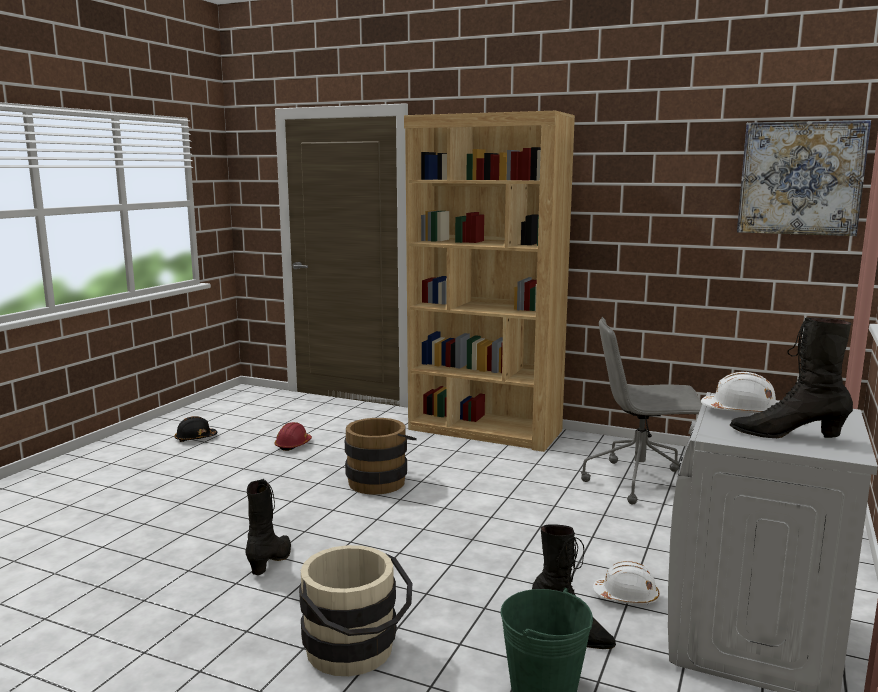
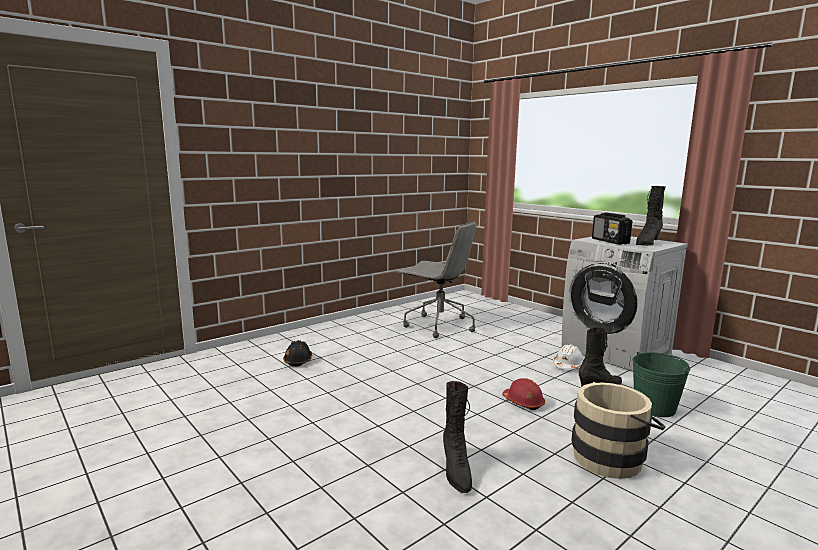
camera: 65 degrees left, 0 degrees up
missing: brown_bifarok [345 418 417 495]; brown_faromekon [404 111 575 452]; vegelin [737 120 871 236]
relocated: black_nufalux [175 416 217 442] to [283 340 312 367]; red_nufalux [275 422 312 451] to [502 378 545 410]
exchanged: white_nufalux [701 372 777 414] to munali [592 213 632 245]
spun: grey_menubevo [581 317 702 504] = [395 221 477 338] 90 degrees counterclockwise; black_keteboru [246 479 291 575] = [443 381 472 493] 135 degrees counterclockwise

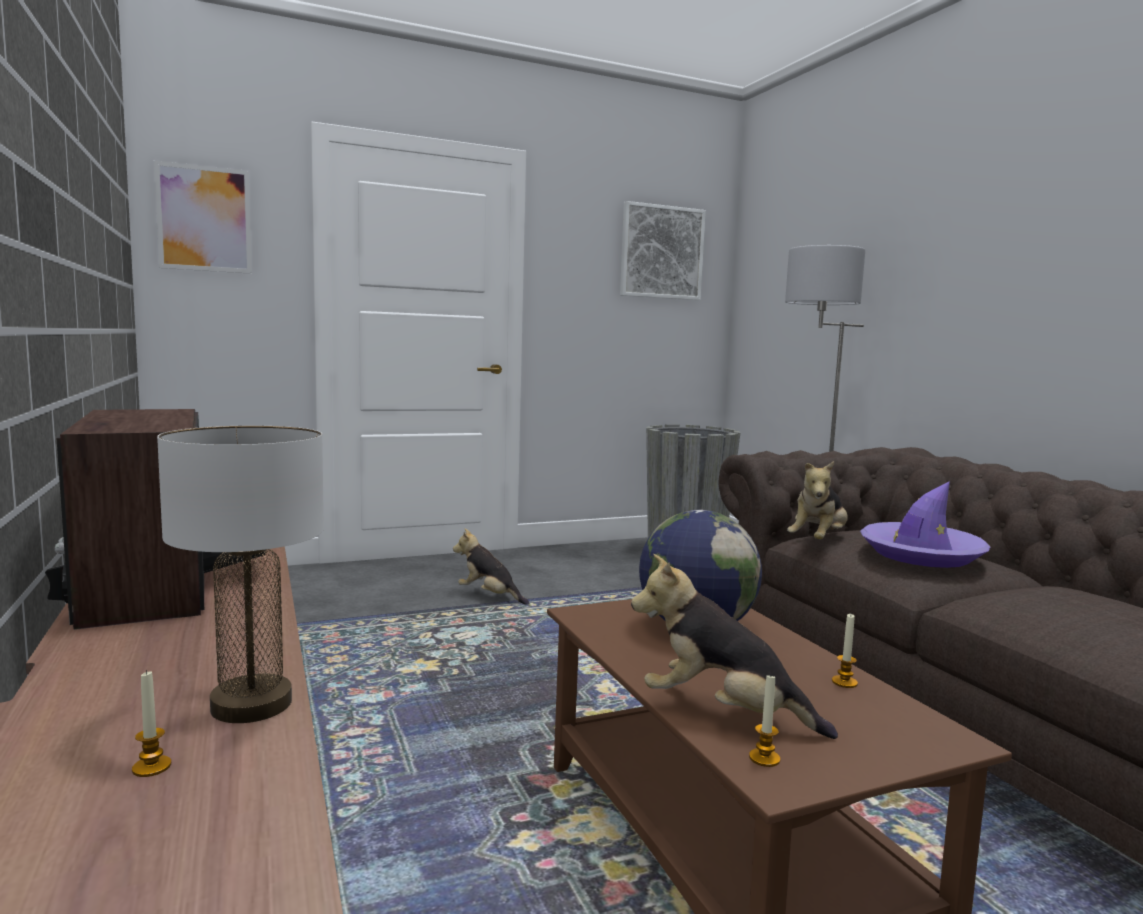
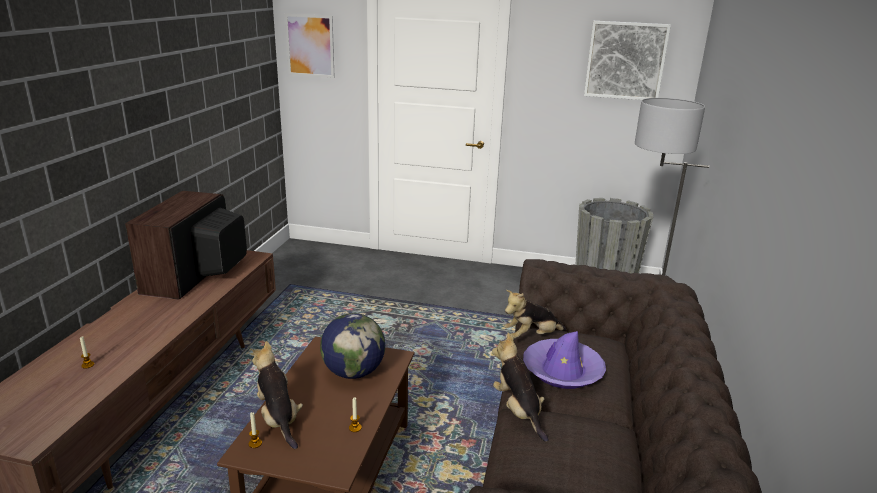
camera: 35 degrees right, 15 degrees up
missing: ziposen [157 426 324 723]
relocated: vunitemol [453 528 529 605] to [492 333 549 442]

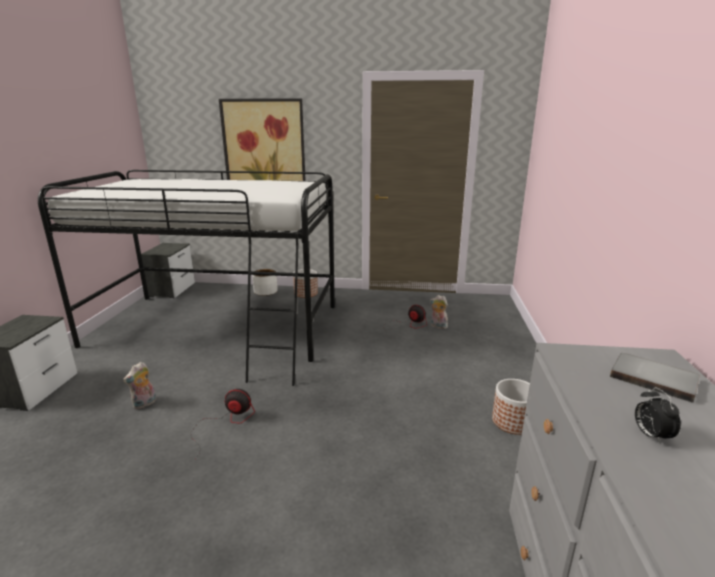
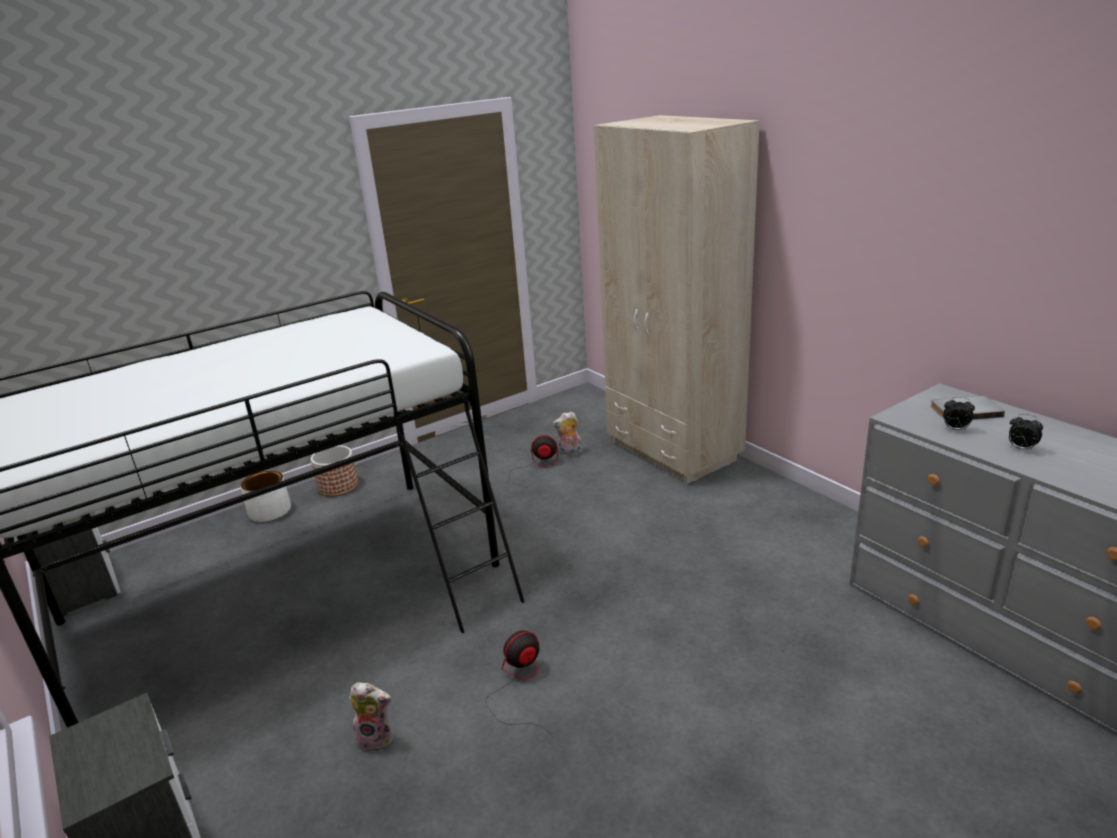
camera: 40 degrees left, 5 degrees up
missing: vegelin [219 98 306 181]; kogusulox [492 379 530 435]
appeared: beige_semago [594 115 760 484]; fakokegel [943 397 975 432]
spun: vunitemol [123 362 156 409] = [349 682 393 752] 75 degrees counterclockwise

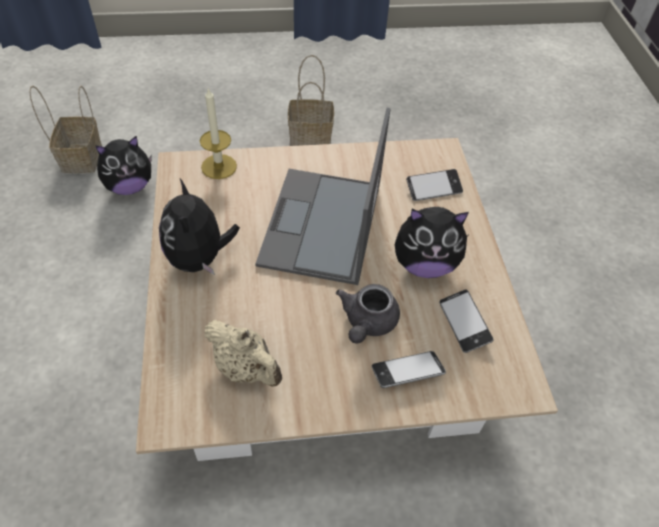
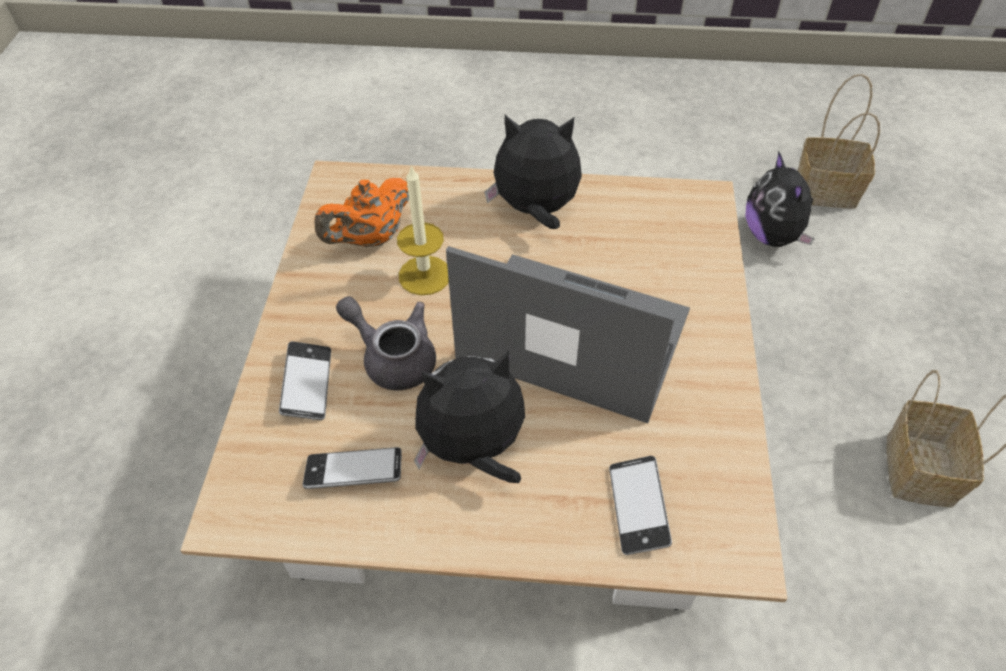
camera: 105 degrees right, 0 degrees up
relocated: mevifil [200 87 237 179] to [397 165 449 295]
colour: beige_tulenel [204 320 282 387] to orange_tulenel [315 177 409 247]
spun: vunitemol [395 207 469 278] = [414 350 525 483] 60 degrees clockwise

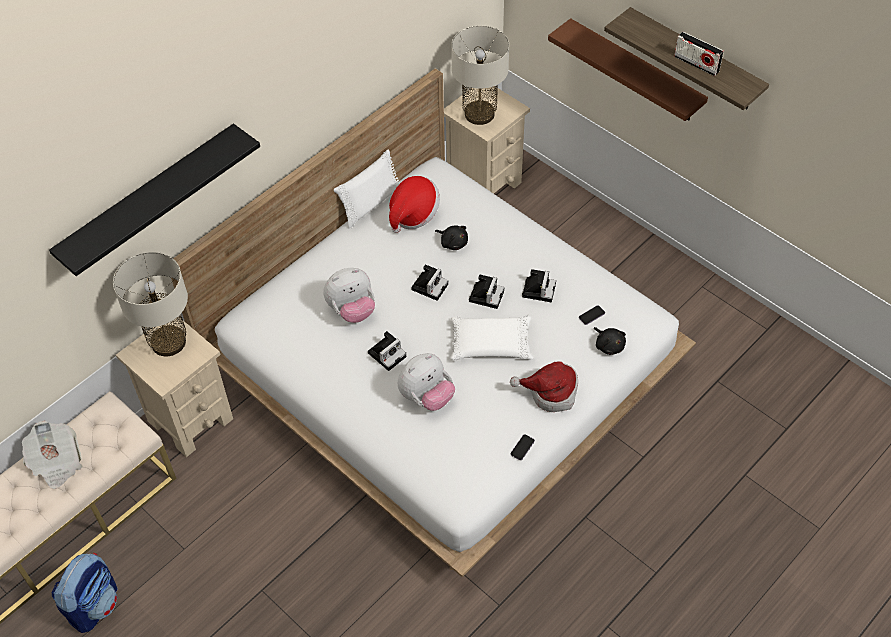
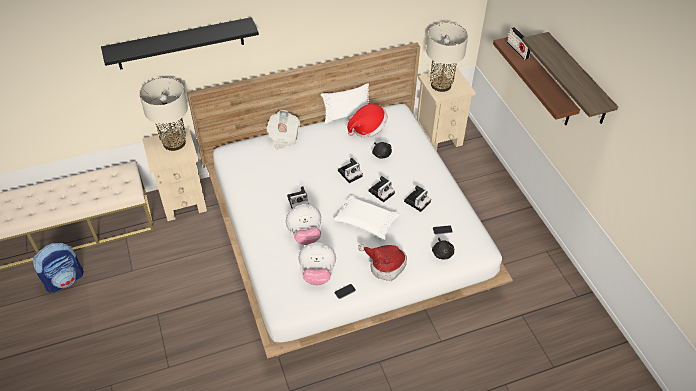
camera: 25 degrees right, 5 degrees down
relocated: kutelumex [22 420 82 489] to [266 110 300 149]; vunitemol [324 268 375 323] to [299 242 336 285]; munali [674 32 724 76] to [507 27 531 60]

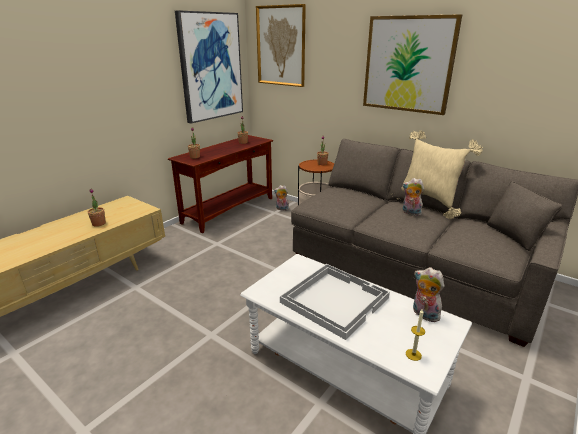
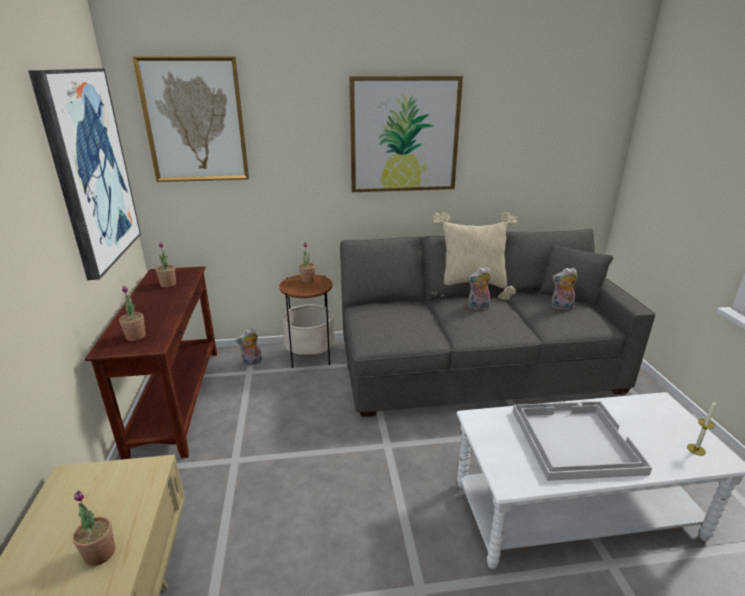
camera: 45 degrees left, 0 degrees up
relocated: vunitemol [413 267 444 322] to [551 268 578 310]

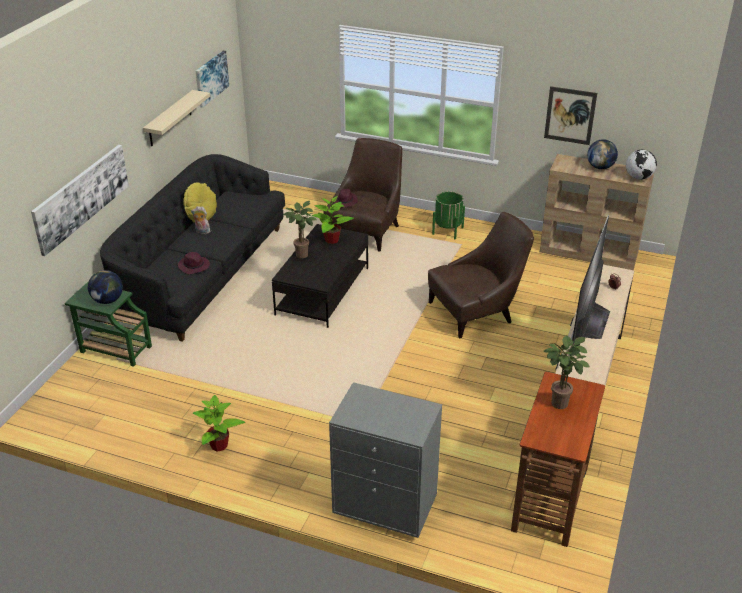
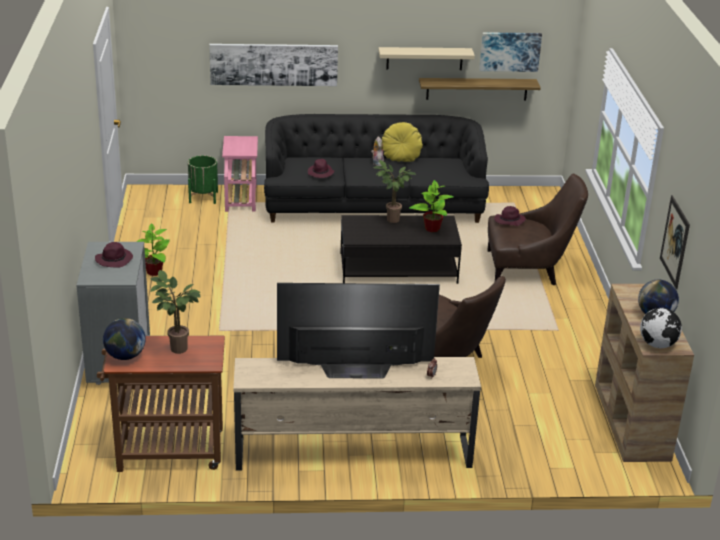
camera: 65 degrees right, 5 degrees down
appeared: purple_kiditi [95 242 133 268]; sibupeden [419 78 541 101]
relocated: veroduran [88 270 123 304] to [103 318 146 360]; green_kogusulox [432 191 465 239] to [188 155 218 204]
colour: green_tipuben [65 282 152 367] to pink_tipuben [222 136 258 212]

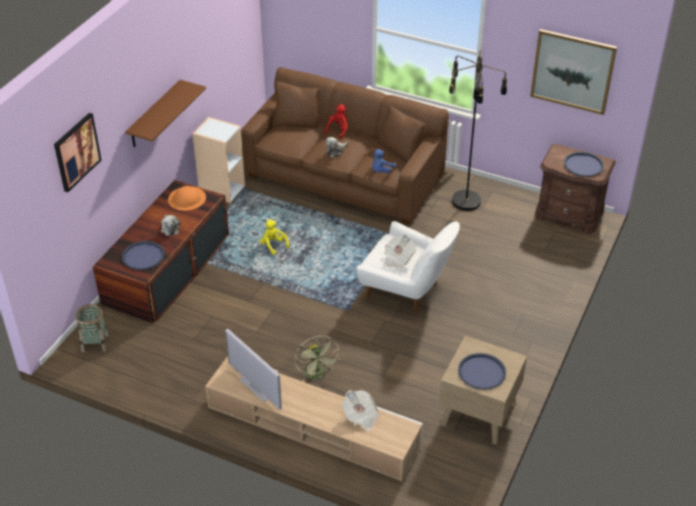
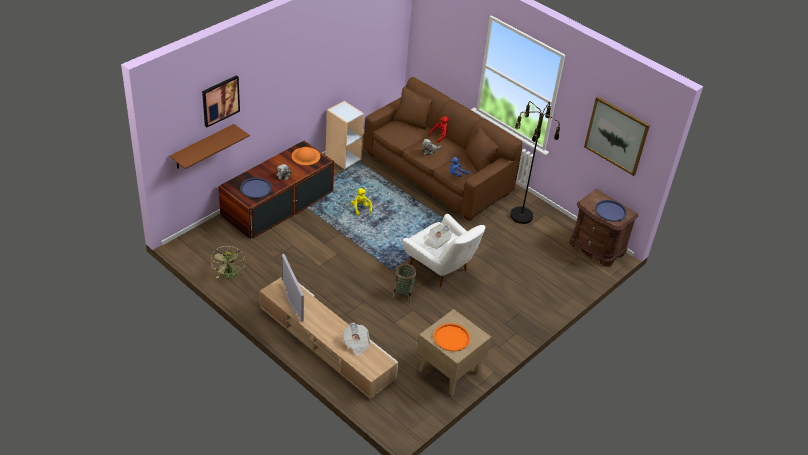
camera: 15 degrees right, 0 degrees up
relocated: brown_sibupeden [125 80 206 147] to [170 124 250 169]; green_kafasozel [295 336 340 382] to [211 246 245 279]; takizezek [75 304 109 352] to [393 264 416 302]
colour: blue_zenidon [458 353 506 390] to orange_zenidon [434 323 470 351]

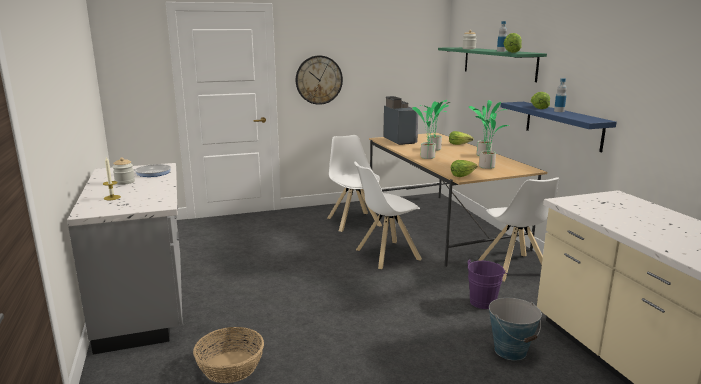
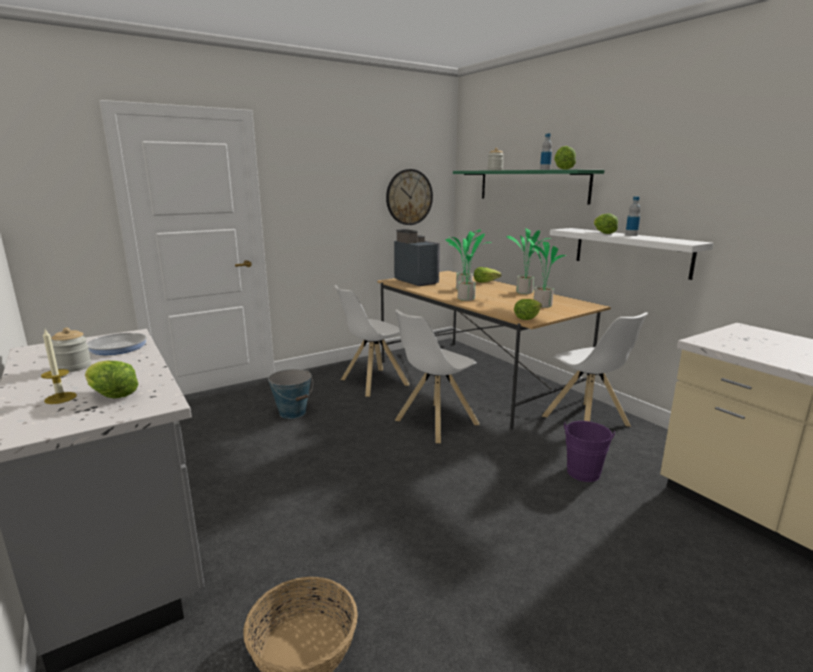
camera: 15 degrees left, 0 degrees up
appeared: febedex [85 361 138 399]
relocated: bifarok [489 298 542 361] to [268 369 313 419]; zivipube [296 55 343 105] to [386 169 433 225]
colour: blue_sibupeden [501 102 617 152] to white_sibupeden [550 228 714 280]
spun: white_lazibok [327 135 382 232] = [334 285 410 397] 90 degrees counterclockwise

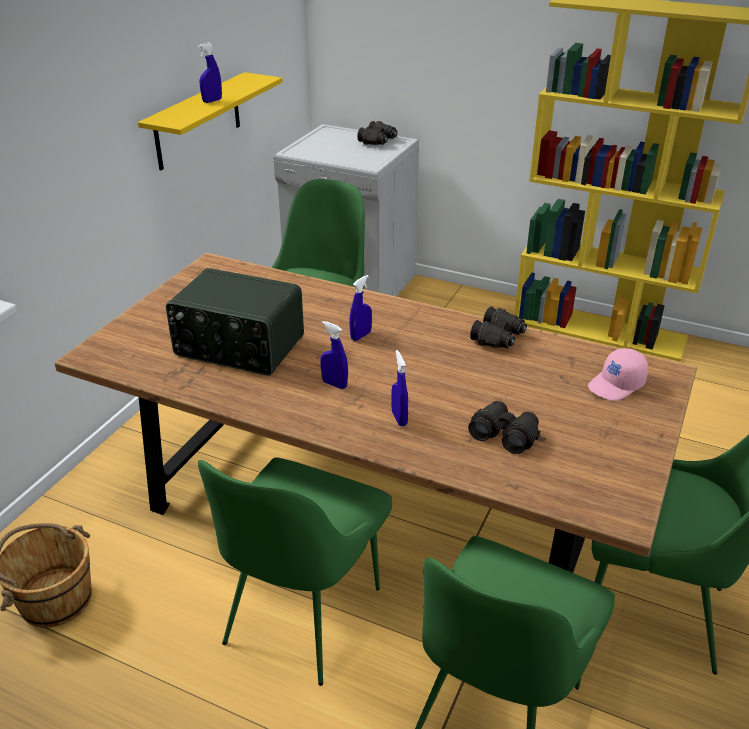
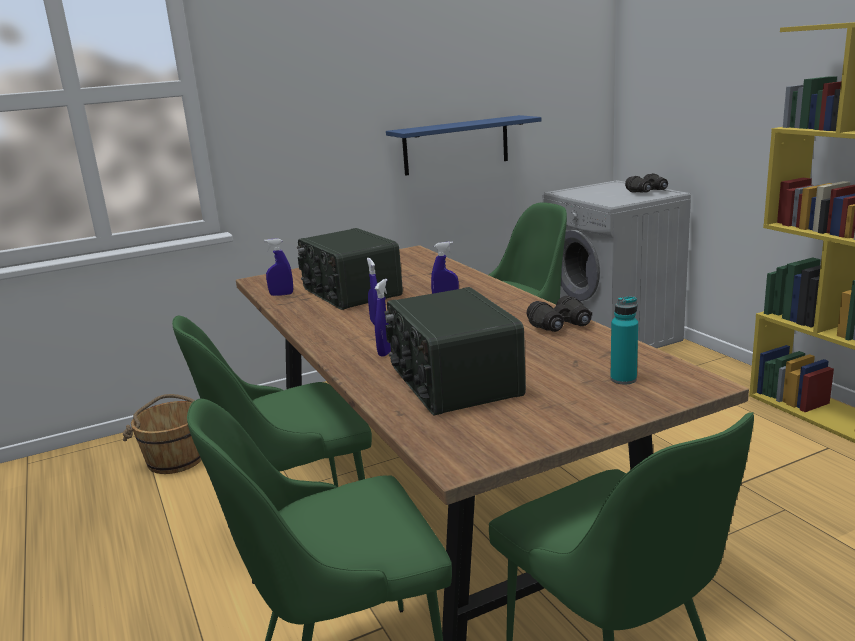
camera: 40 degrees right, 15 degrees down
relocated: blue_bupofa [198 42 222 103] to [264 238 293 296]
exchanged: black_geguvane [468 401 540 454] to munali [385 287 526 416]; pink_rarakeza [588 348 648 401] to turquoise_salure [610 296 638 385]
colour: yellow_sibupeden [138 72 283 170] to blue_sibupeden [386 115 541 176]

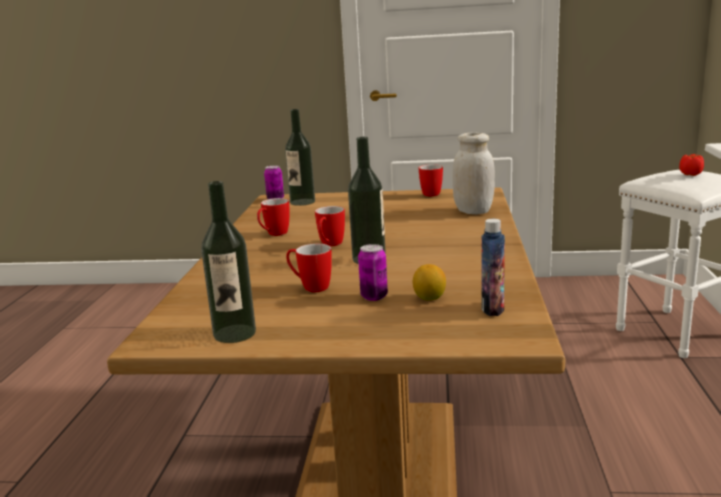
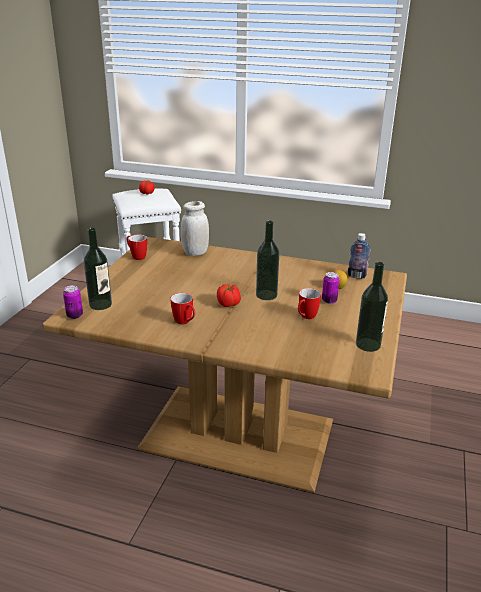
camera: 80 degrees left, 10 degrees up
exchanged: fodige [315 206 345 246] to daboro [217 284 241 307]

